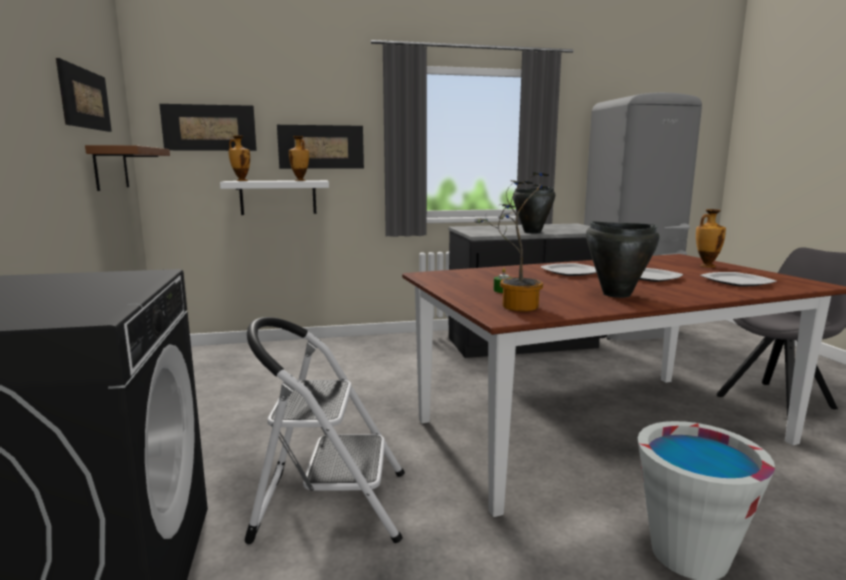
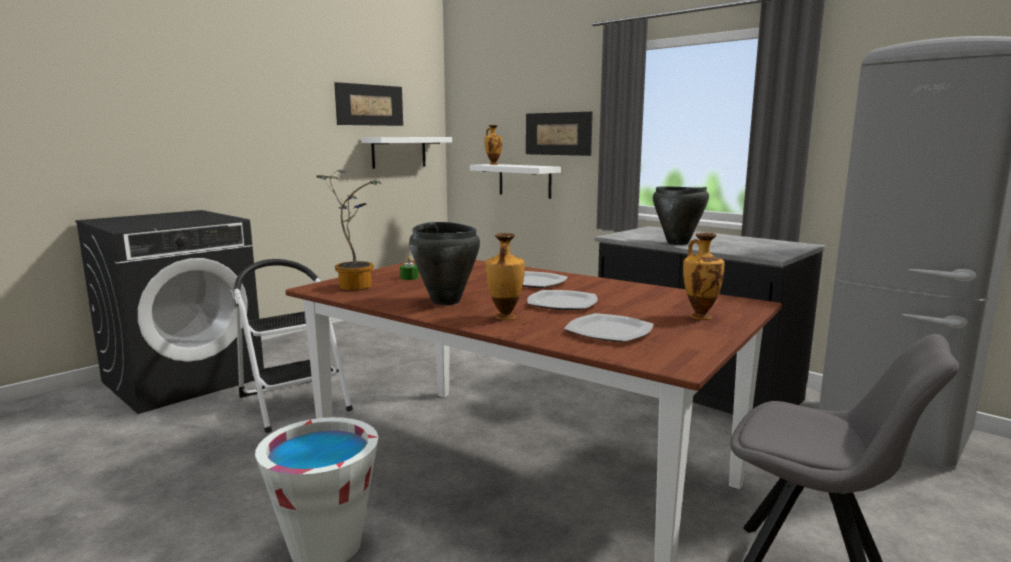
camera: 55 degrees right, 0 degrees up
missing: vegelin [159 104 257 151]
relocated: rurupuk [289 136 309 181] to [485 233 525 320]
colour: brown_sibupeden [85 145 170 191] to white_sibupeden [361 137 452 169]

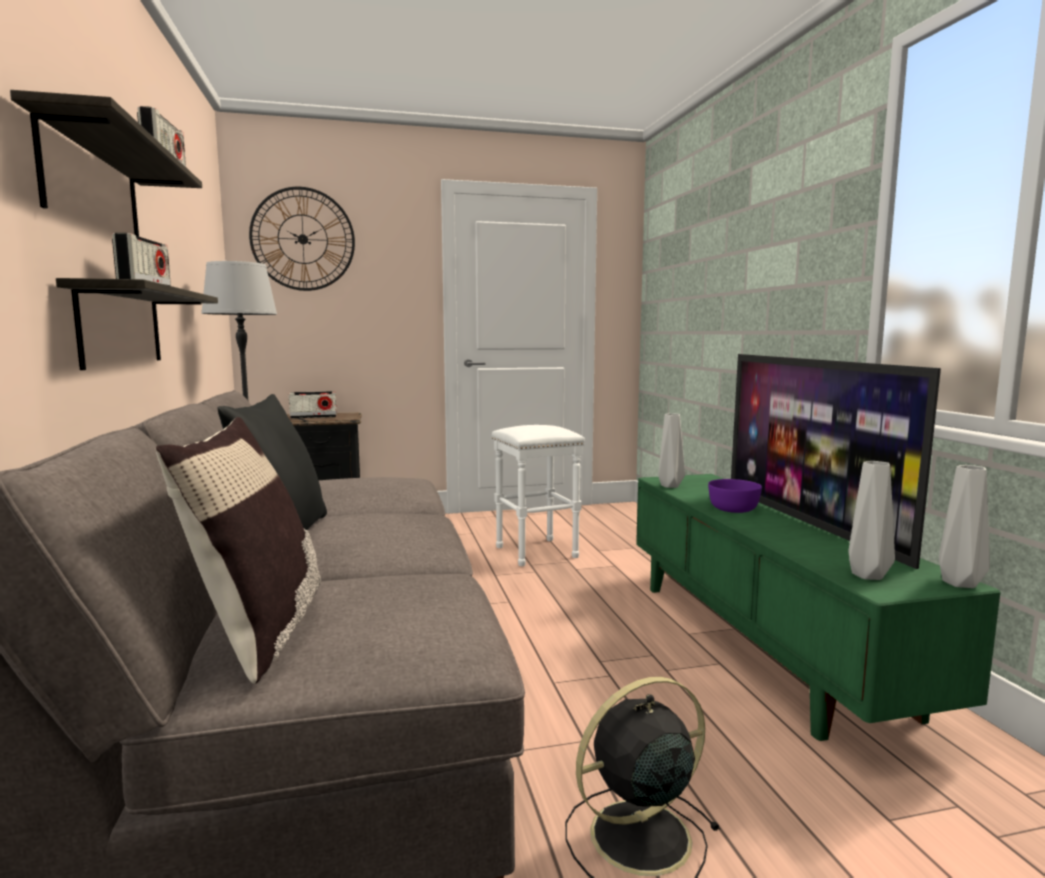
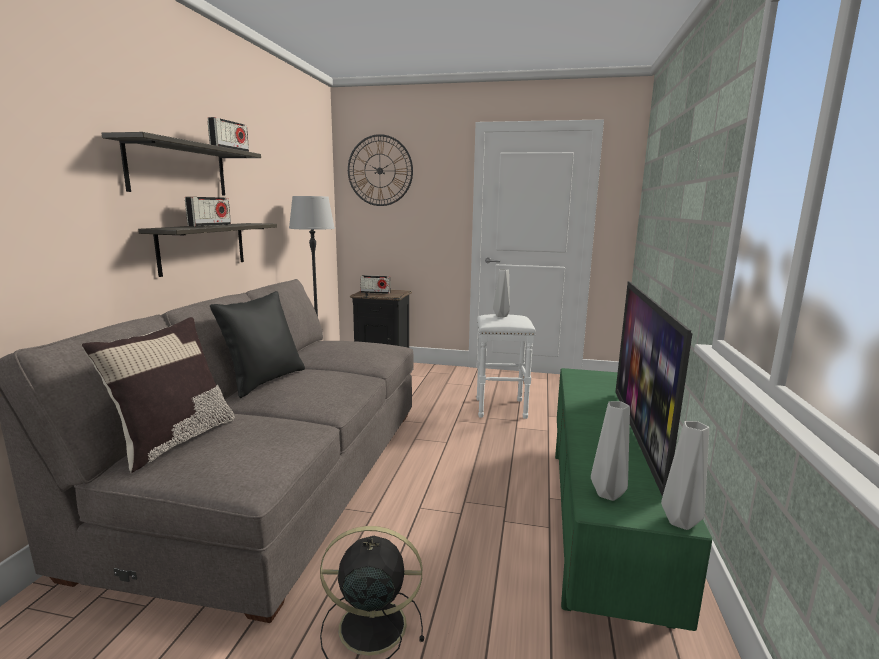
camera: 25 degrees right, 5 degrees up
missing: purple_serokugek [708 479 762 513]
relocated: grey_rurupuk [658 413 685 488] to [493 269 510 317]

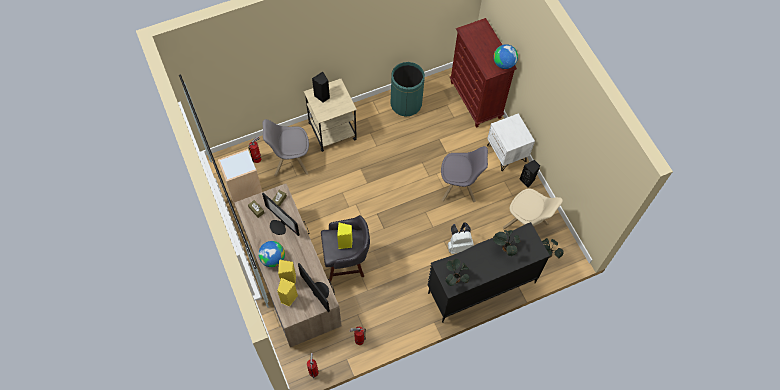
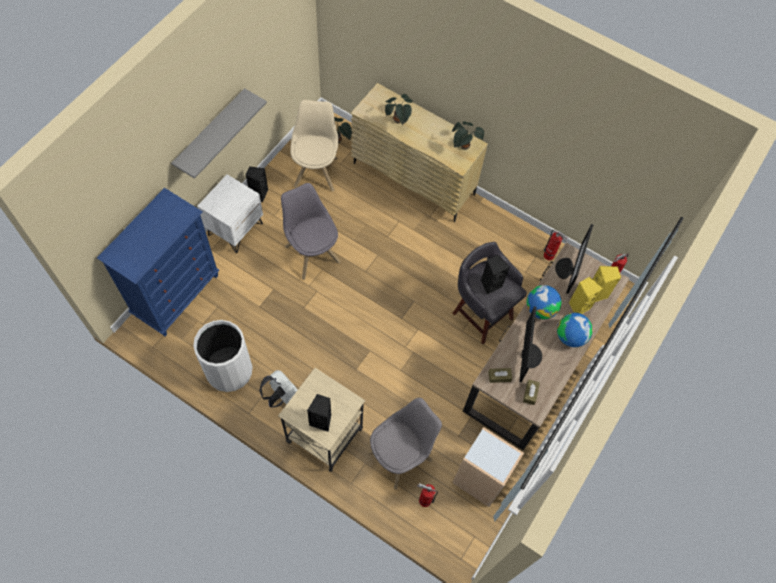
camera: 125 degrees left, 0 degrees up
appeared: grey_sibupeden [171 88 267 179]
relocated: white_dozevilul [448 223 474 254] to [259 370 298 407]; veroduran [493 44 518 69] to [527 285 561 319]
colour: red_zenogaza [450 18 517 128] to blue_zenogaza [97 188 219 336]; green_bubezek [390 62 425 117] to white_bubezek [193 320 253 392]; black_zenogaza [427 222 550 323] to beige_zenogaza [351 83 488 222]; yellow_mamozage [337 222 353 249] to black_mamozage [481 255 510 295]
spun: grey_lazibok [263 119 309 176] = [367 398 442 490] 90 degrees counterclockwise

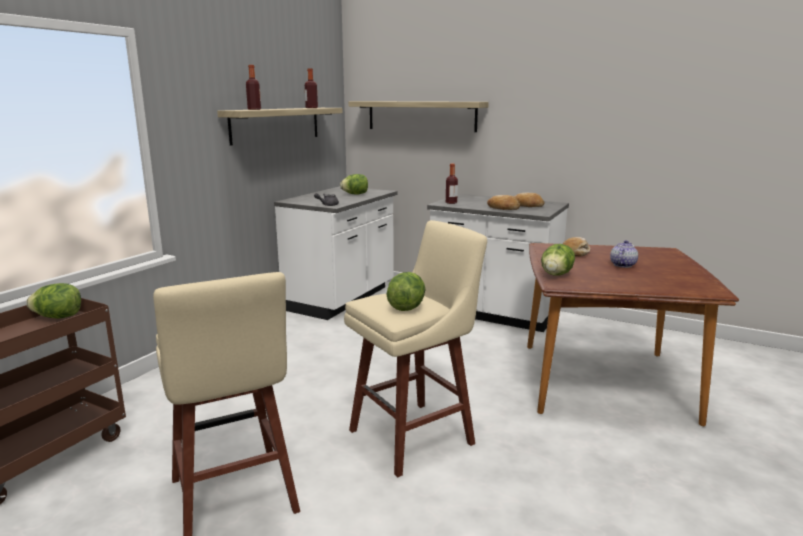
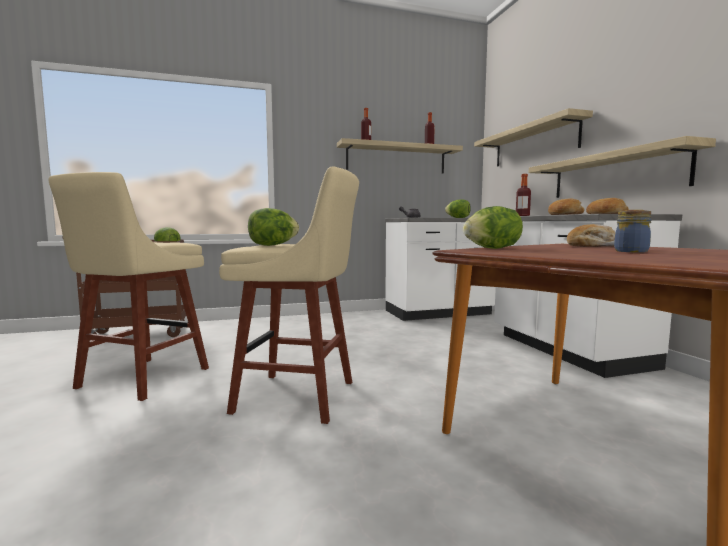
camera: 45 degrees right, 10 degrees down
appeared: sibupeden [529 136 716 198]
exchanged: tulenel [610 240 638 268] to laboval [614 210 651 253]

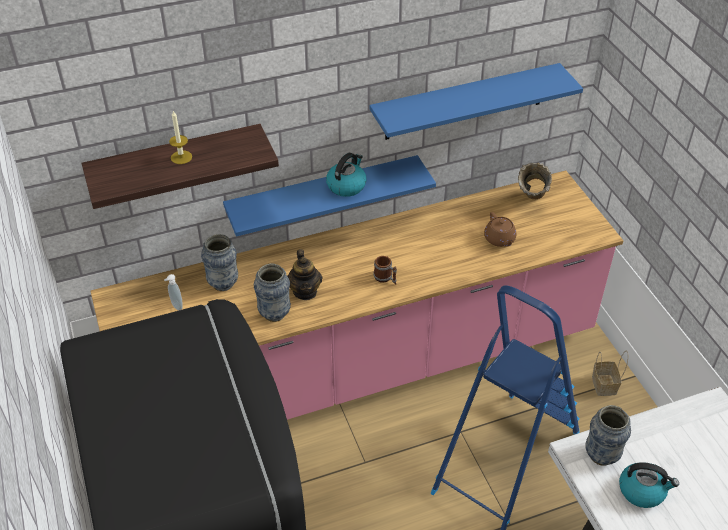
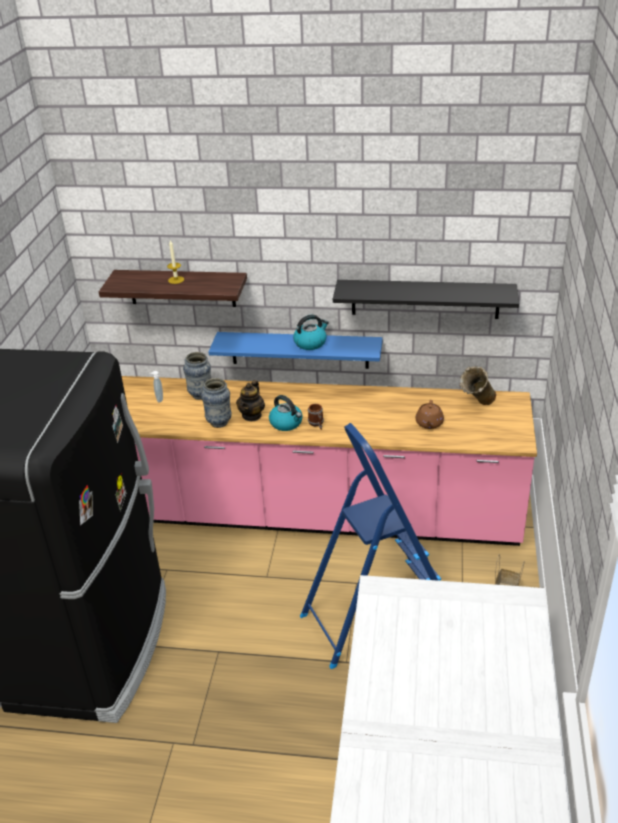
camera: 30 degrees right, 10 degrees down
missing: rurupuk [586 405 631 466]
relocated: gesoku [619 462 679 508] to [269 395 303 431]
colour: blue_sibupeden [369 63 583 140] to black_sibupeden [333 280 519 319]

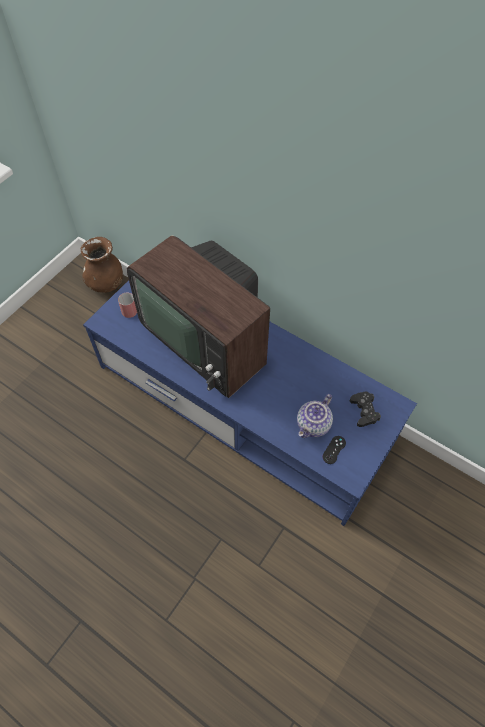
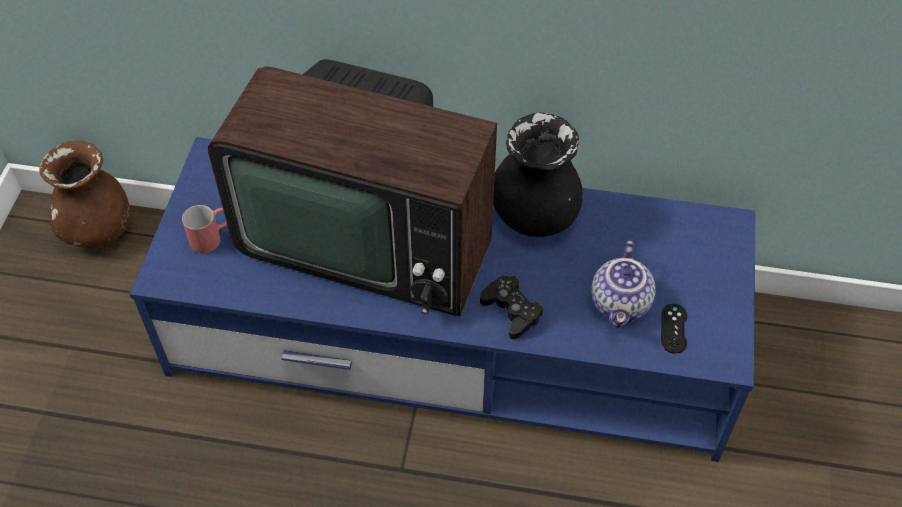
camera: 25 degrees left, 5 degrees down
appeared: black_rurupuk [493 112 583 237]
relocated: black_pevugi [350 392 381 427] to [480 276 544 339]

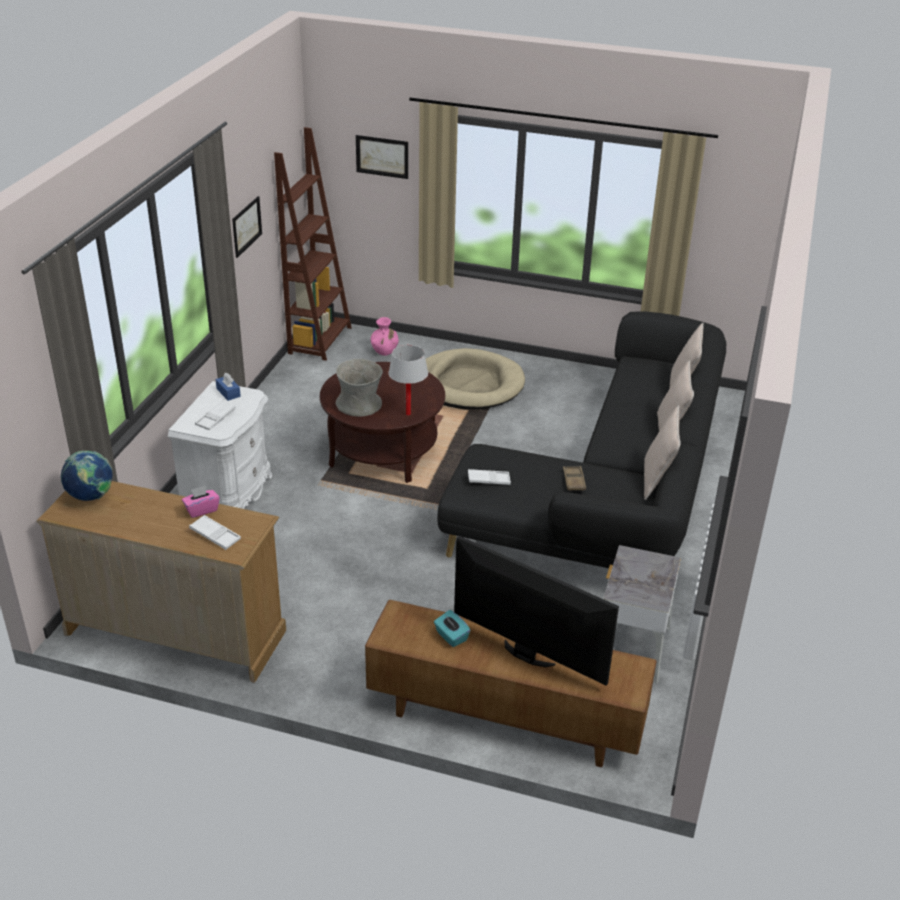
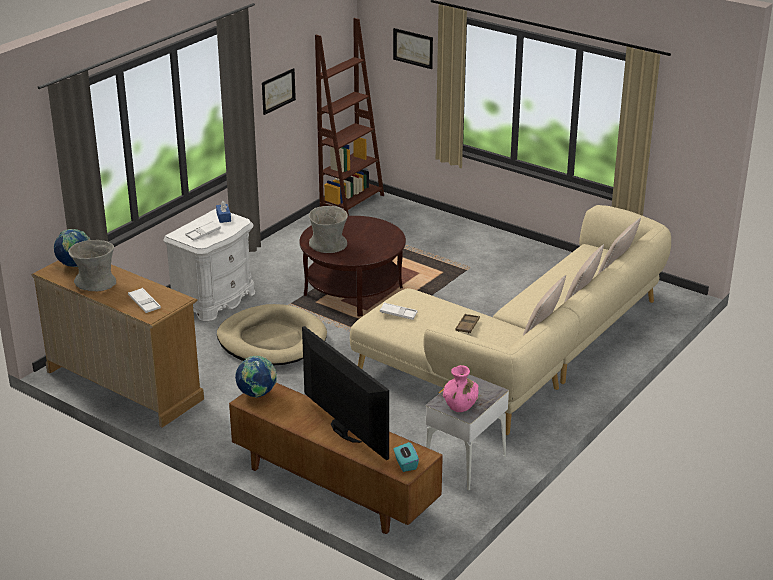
camera: 20 degrees right, 5 degrees down
missing: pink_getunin [182 486 220 518]; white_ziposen [388 345 428 415]
appeared: grey_rurupuk [68 240 116 291]; veroduran [235 356 277 398]
relocated: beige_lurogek [426 348 525 410] to [217 304 327 365]; turquoise_getunin [434 610 470 647] to [393 442 419 472]; pink_rurupuk [371 317 399 356] to [443 365 479 412]
colour: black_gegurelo [437 311 726 568] to beige_gegurelo [350 205 671 435]

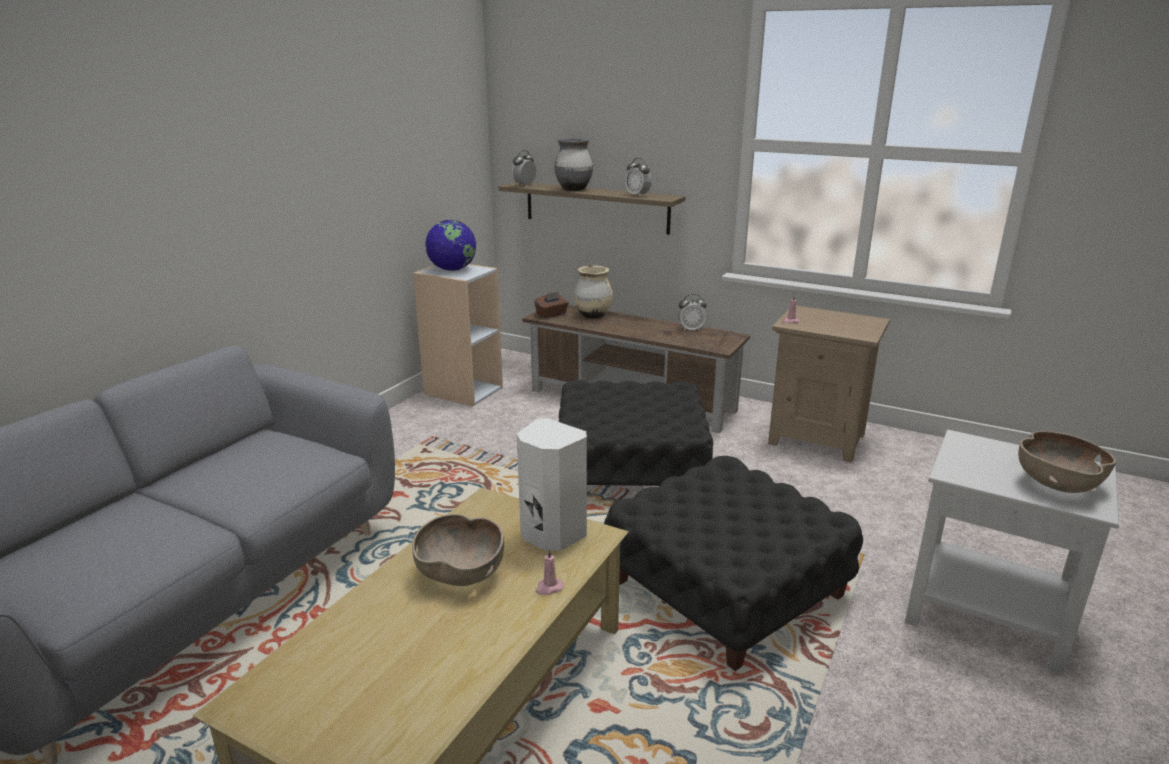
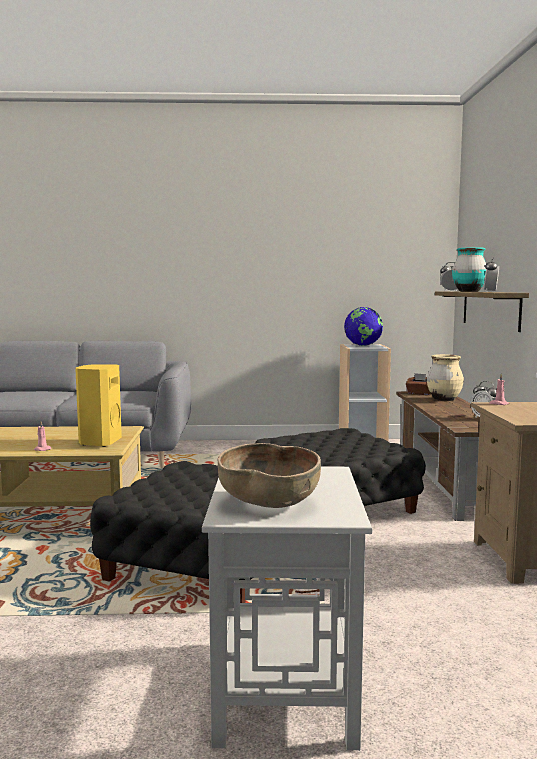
camera: 60 degrees right, 15 degrees down
missing: brown_serokugek [412 514 504 586]
colour: white_mamozage [517 418 587 551] to yellow_mamozage [75 364 122 447]; grey_rurupuk [554 138 593 191] to turquoise_rurupuk [452 247 486 292]

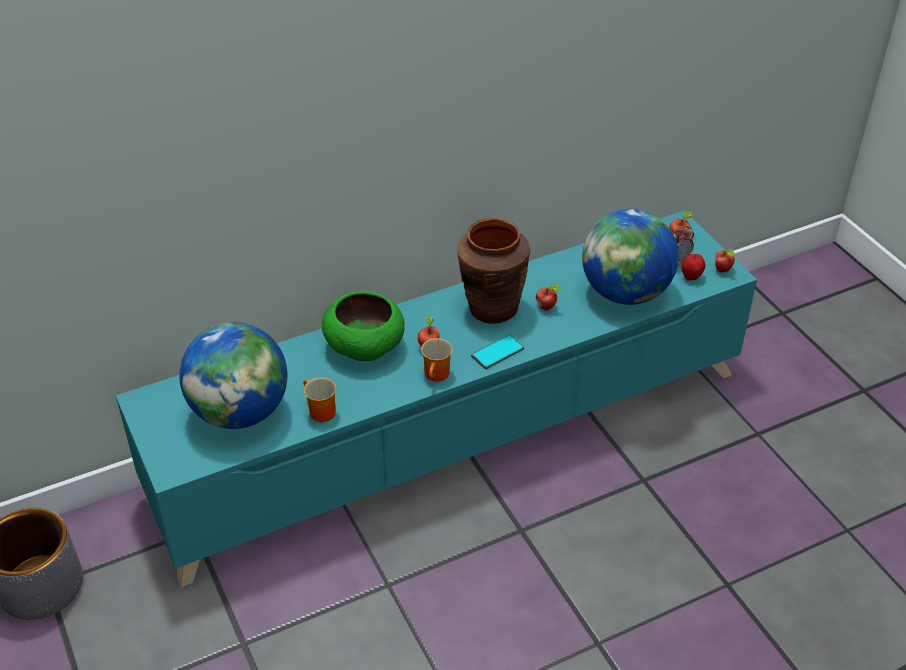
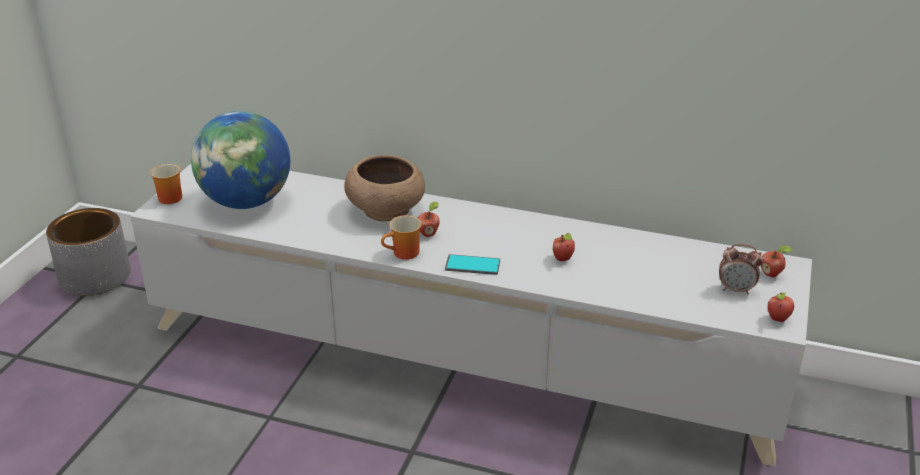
camera: 45 degrees right, 10 degrees down
missing: brown_rurupuk [457 218 530 324]; veroduran [582 209 679 305]; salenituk [682 254 706 280]
relocated: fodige [304 377 336 422] to [150 164 182 204]
colour: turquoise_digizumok [116 211 757 587] to white_digizumok [130 164 812 467]; green_serokugek [322 291 405 361] to brown_serokugek [344 155 425 221]

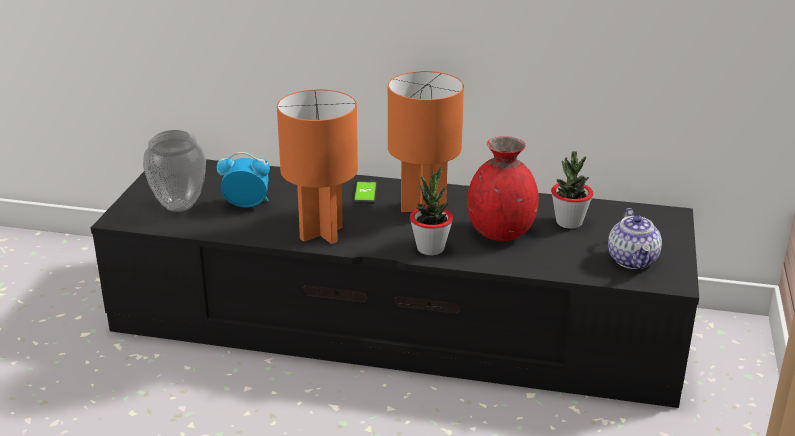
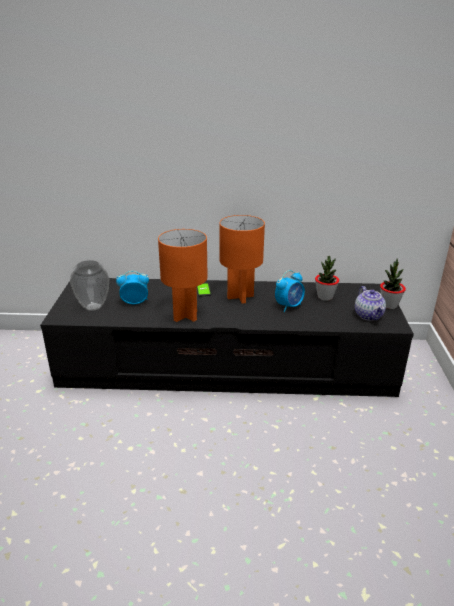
camera: 10 degrees left, 0 degrees up
relocated: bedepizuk [410 166 453 255] to [380 258 406 309]
exchanged: red_rurupuk [467 136 539 241] to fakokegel [275 270 305 312]

